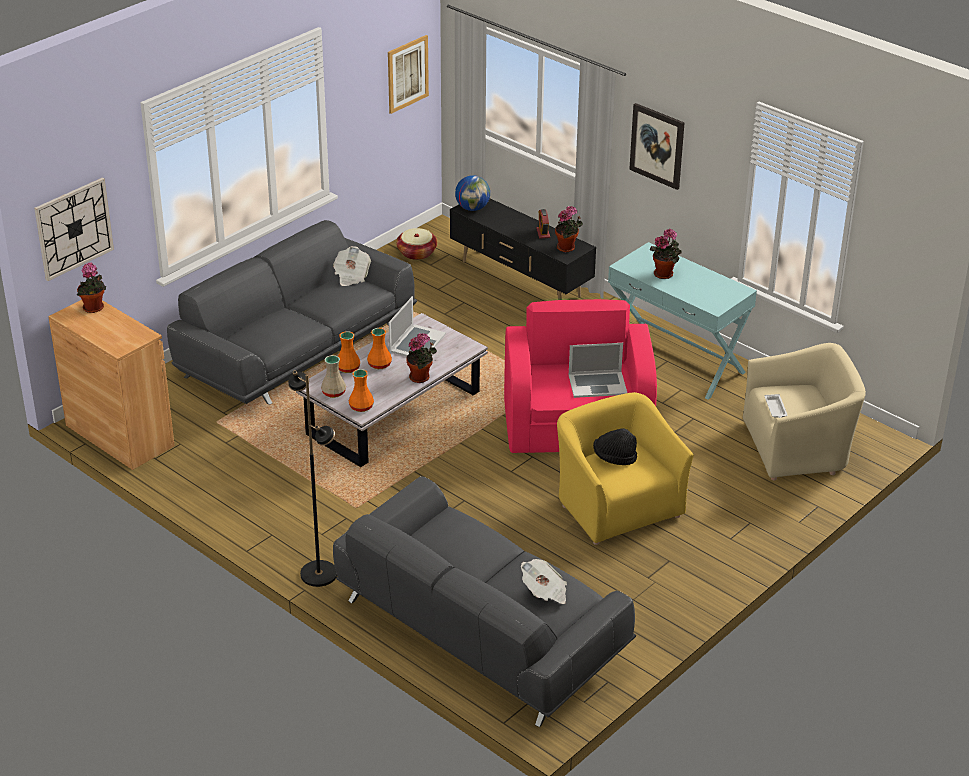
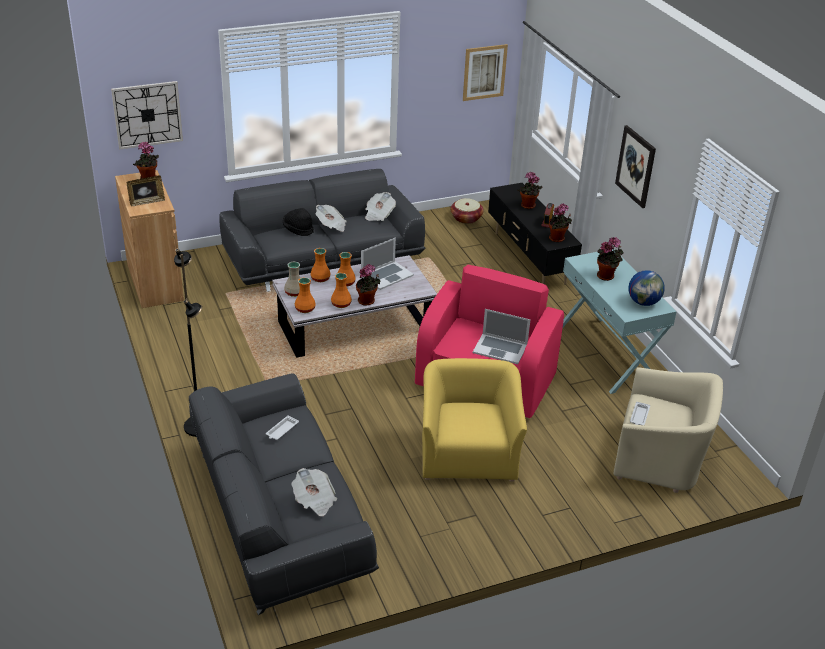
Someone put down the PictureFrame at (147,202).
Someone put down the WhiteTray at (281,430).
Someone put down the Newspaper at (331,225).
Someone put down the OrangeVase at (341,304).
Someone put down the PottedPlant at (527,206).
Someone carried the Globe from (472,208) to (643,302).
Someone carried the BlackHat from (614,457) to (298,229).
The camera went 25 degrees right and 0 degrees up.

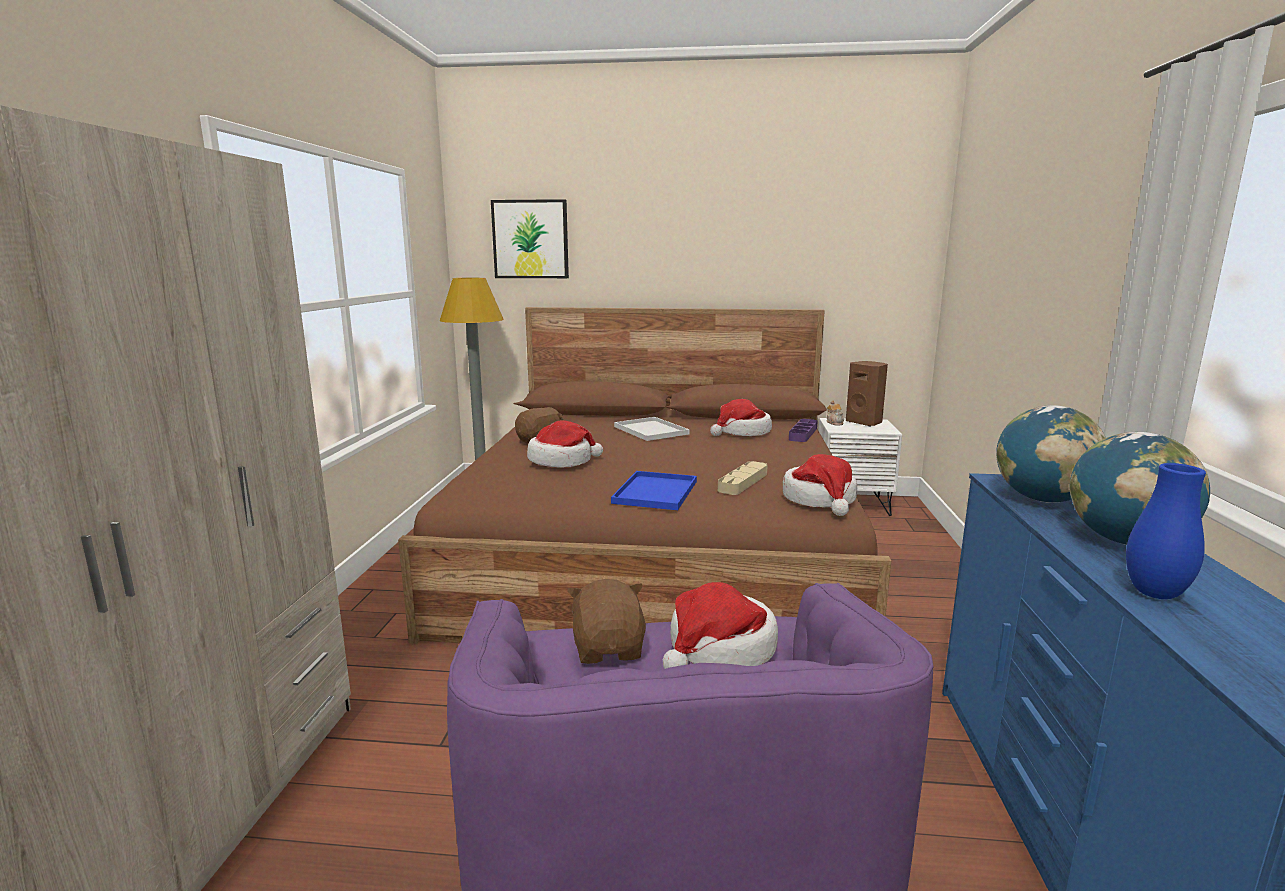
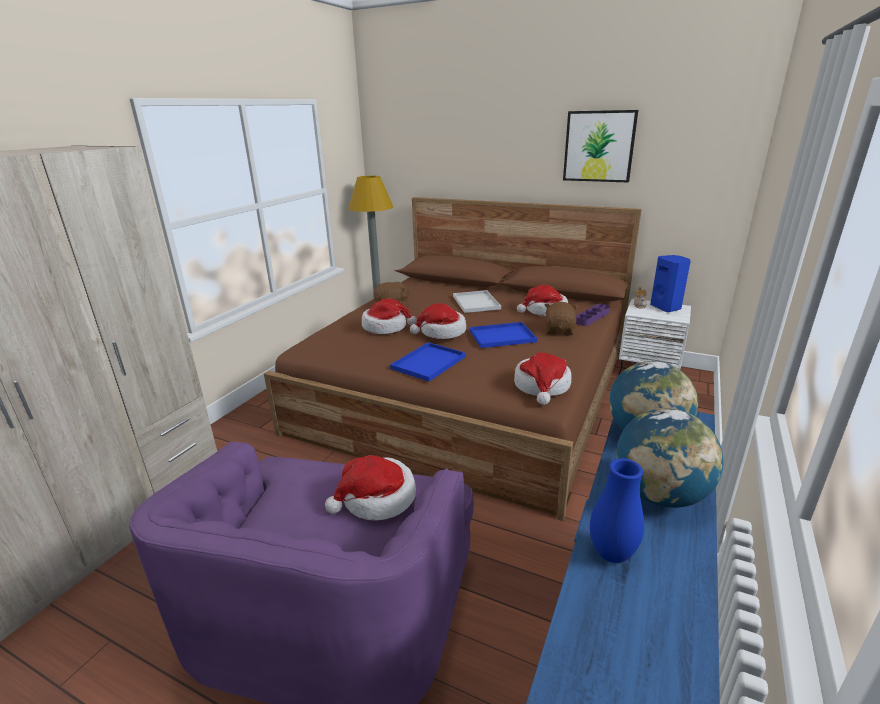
Someone took away the BeigeTray at (743,482).
Someone put down the Hat at (441,332).
Someone put down the BlueTray at (501,336).
Someone carried the Picture from (530,239) to (599,146).
Someone carried the BrownPlushToy from (609,648) to (559,331).
Someone repainted the BrownSpeaker at (864,422), which became the BlueSpeaker at (666,307).
The camera went 20 degrees right and 10 degrees up.

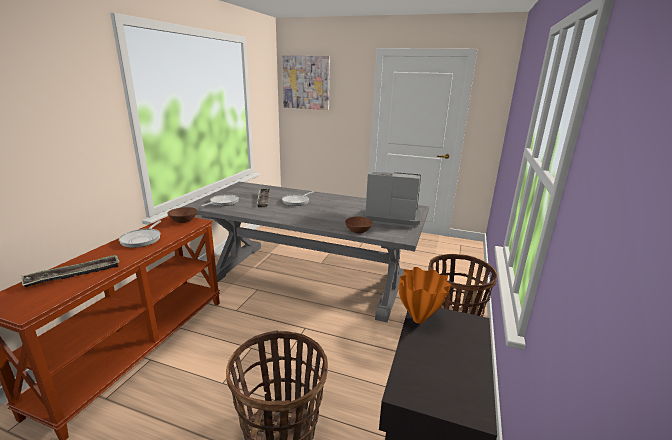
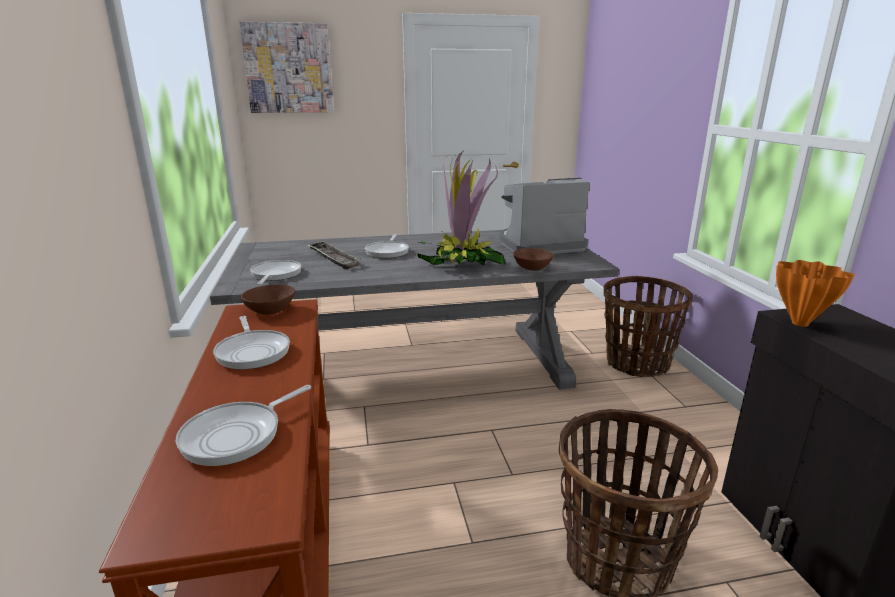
Someone put down the PottedPlant at (461,263).
Someone swapped the Tray at (74,274) for the FryingPan at (237,435).
The camera went 30 degrees left and 0 degrees up.

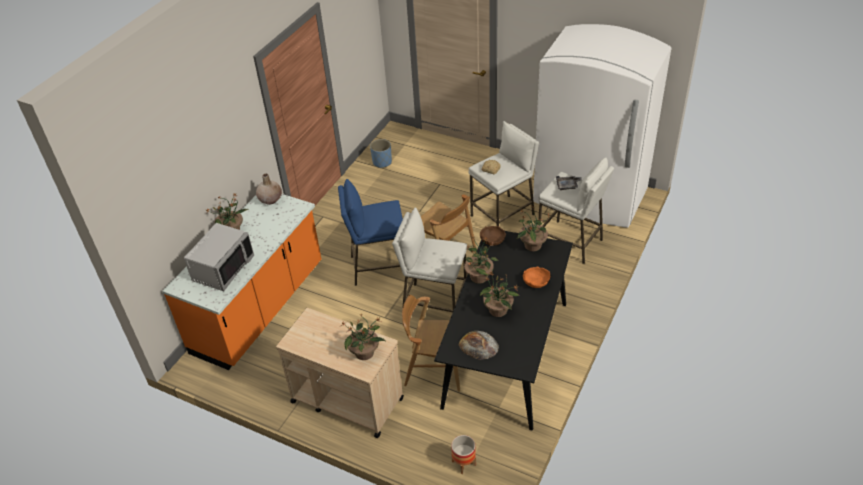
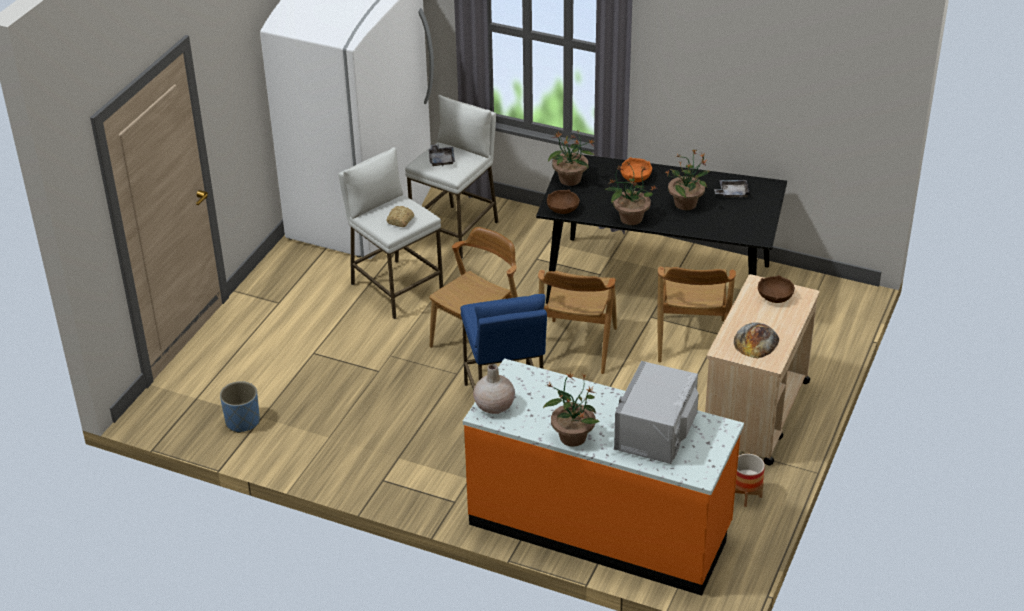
Someone put down the GreyTray at (732,193).
Someone carried the Planter from (463,463) to (746,495).
Someone carried the Bread from (478,345) to (756,341).
Someone swapped the PottedPlant at (365,353) for the BrownBowl at (775,297).
Someone swapped the WhiteStool at (434,303) for the BrownChair at (577,347).
Someone rotated the GreyMicrowave at (223,268) by 90 degrees counterclockwise.
The camera went 95 degrees left and 5 degrees down.

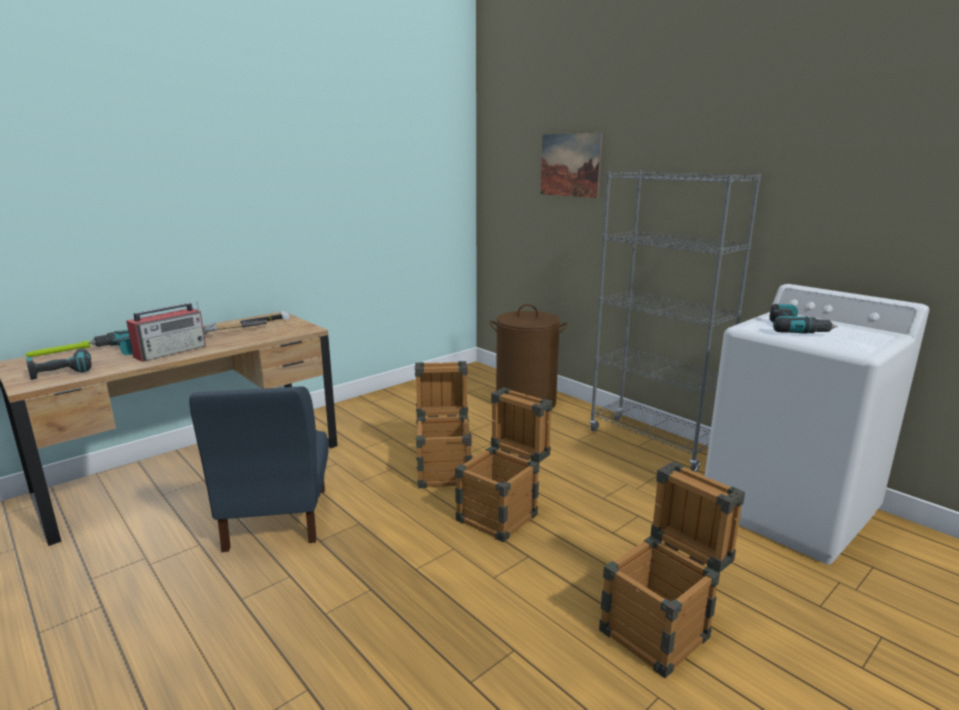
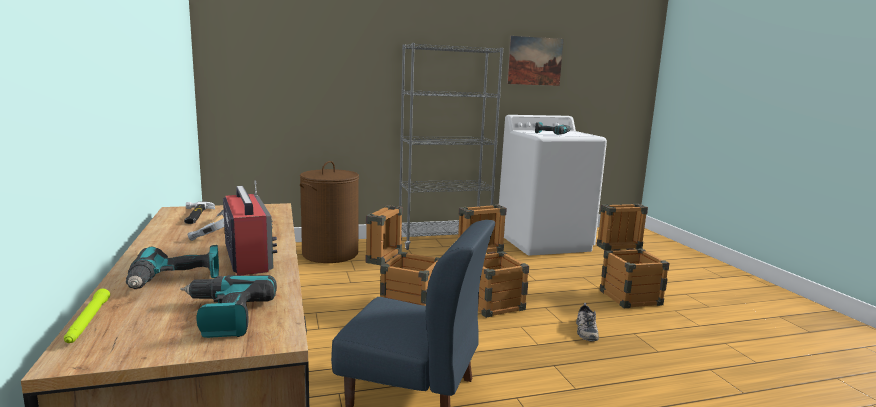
Someone put down the Shoe at (585,330).
Someone carried the Picture from (570,165) to (535,61).
The camera went 65 degrees left and 5 degrees down.

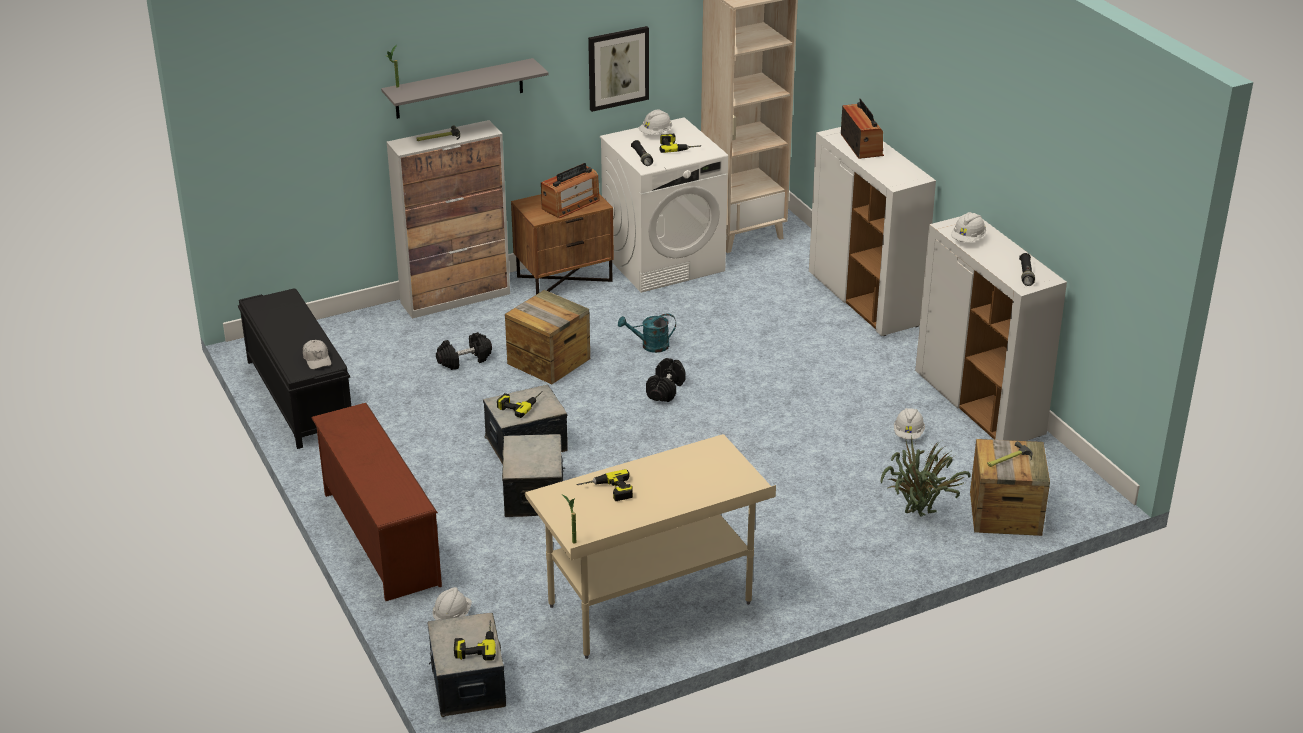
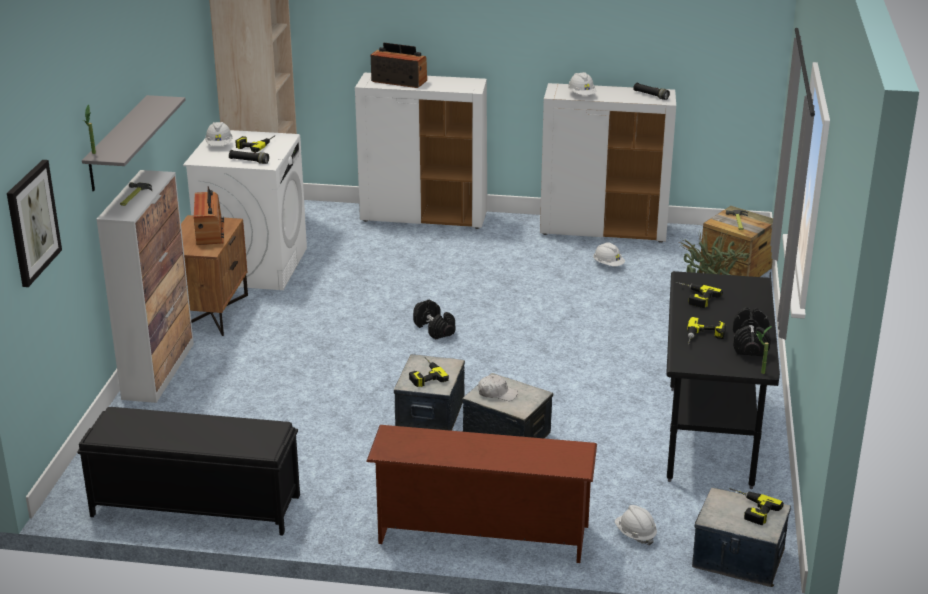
Someone took away the Crate at (548,361).
Someone took away the TurquoiseWateringCan at (650,346).
Someone put down the PowerDrill at (693,297).
Someone carried the WhiteCap from (317,359) to (497,393).
Someone carried the BlackDumbbell from (464,360) to (750,344).
Someone carried the Picture from (618,68) to (32,222).
Someone repainted the BeigeDesk at (650,605), which became the BlackDesk at (710,436).
The camera went 55 degrees left and 5 degrees down.

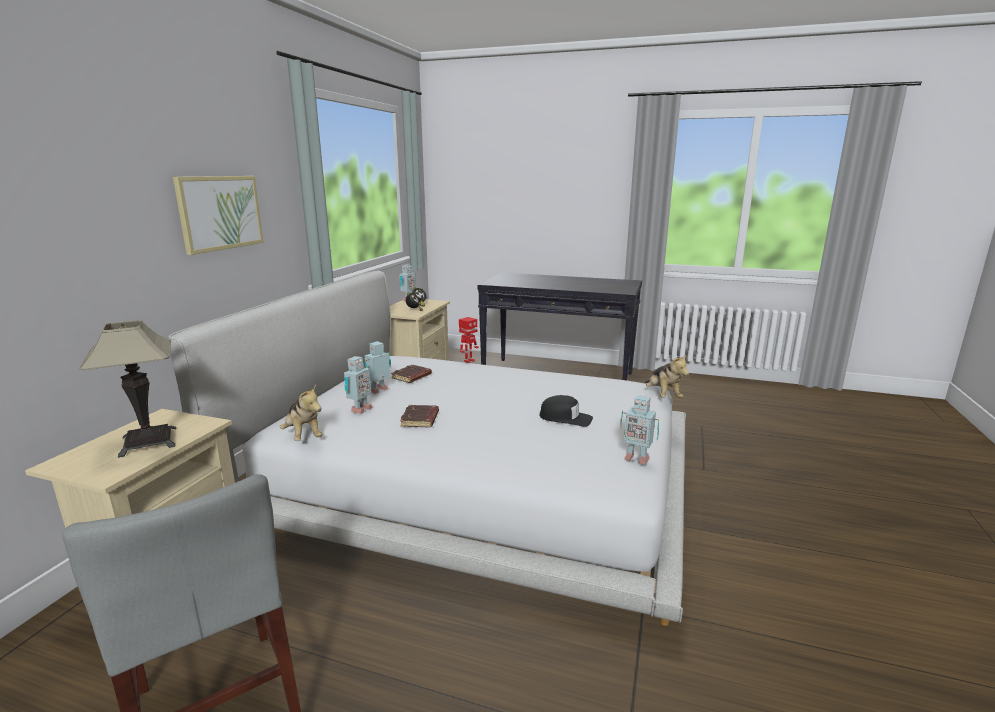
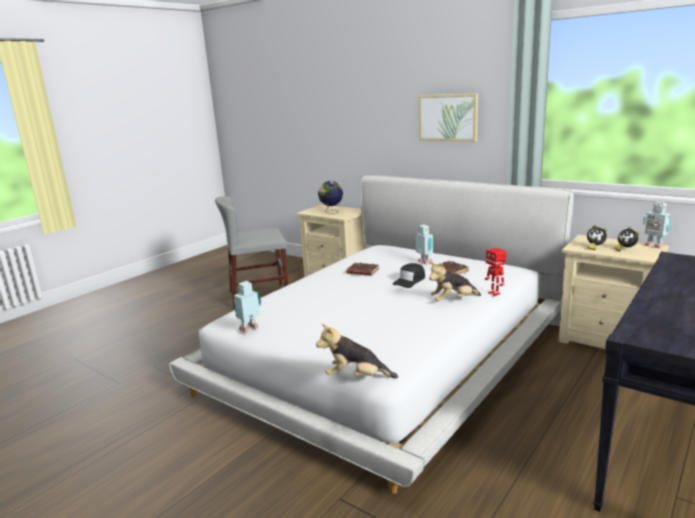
Someone took away the ToyRobot at (359,410).
Someone carried the PlushToy from (303,436) to (453,301).
Someone carried the BlackCap from (565,418) to (410,280).
Someone swapped the TableLamp at (149,441) for the Globe at (331,212).
The camera went 110 degrees right and 0 degrees up.

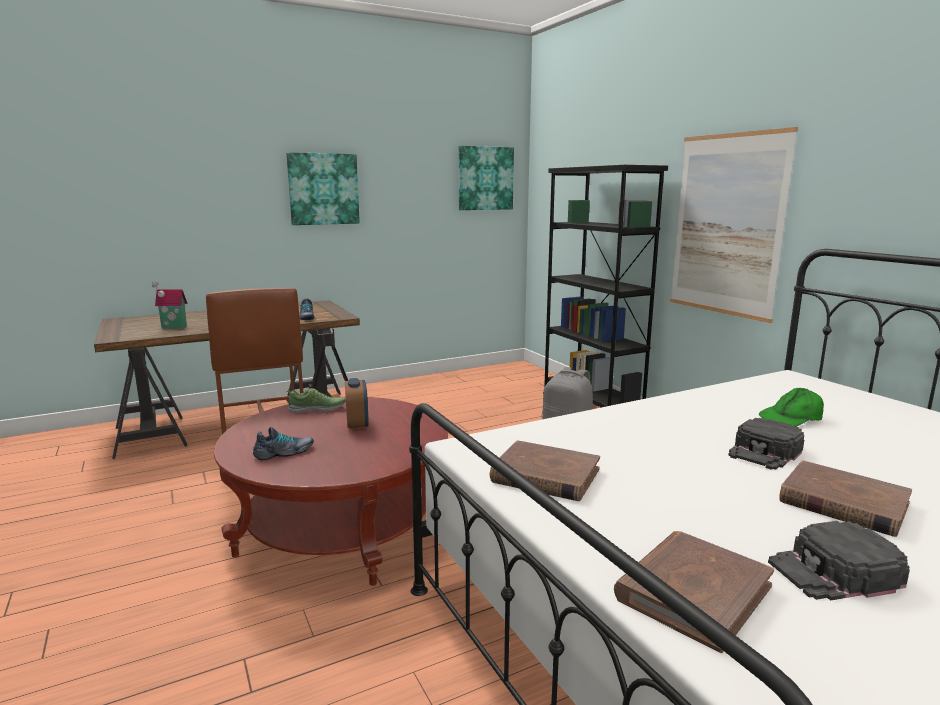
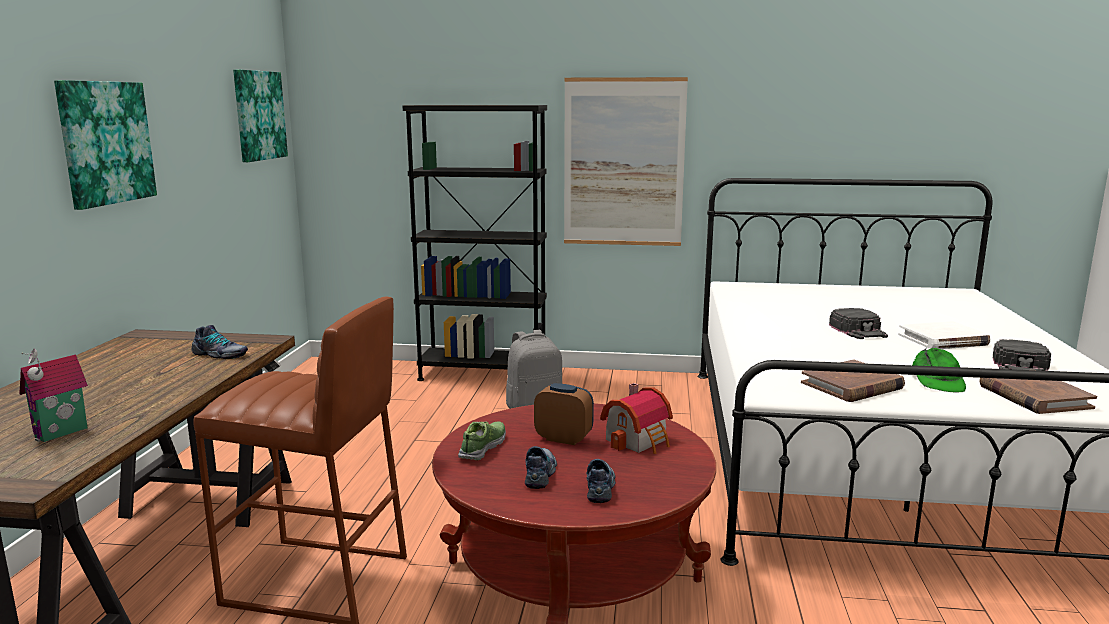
Someone put down the Shoe at (540,473).
Someone put down the ToyHouse at (639,440).
Someone carried the GreenCap from (791,418) to (937,380).
Someone repainted the BrownBook at (843,503), which became the WhiteBook at (943,340).
The camera went 55 degrees left and 0 degrees up.

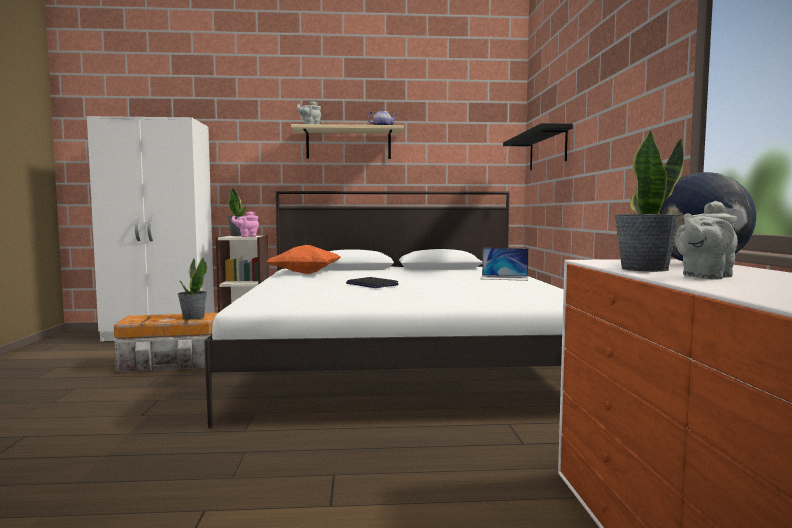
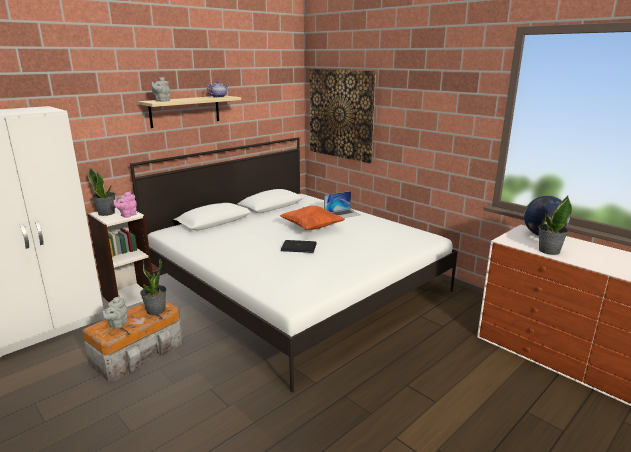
Someone carried the OrangePillow from (305,273) to (311,228).
Someone carried the GreyTeapot from (704,277) to (117,324).
Someone swapped the BlackShelf at (547,150) for the Picture at (341,114).
The camera went 40 degrees left and 15 degrees up.

